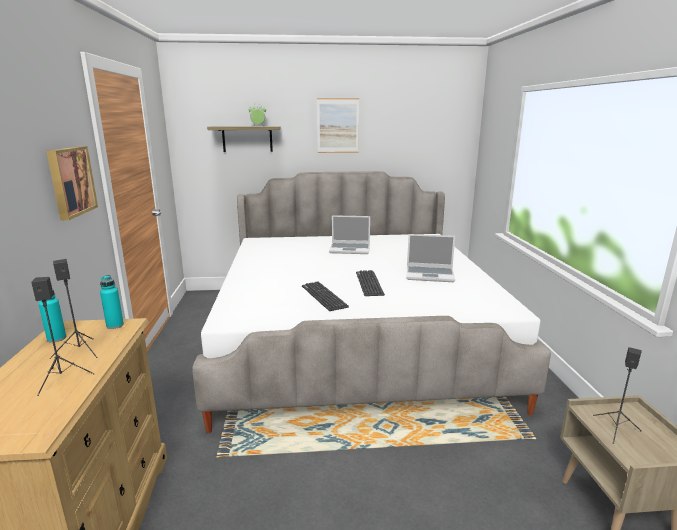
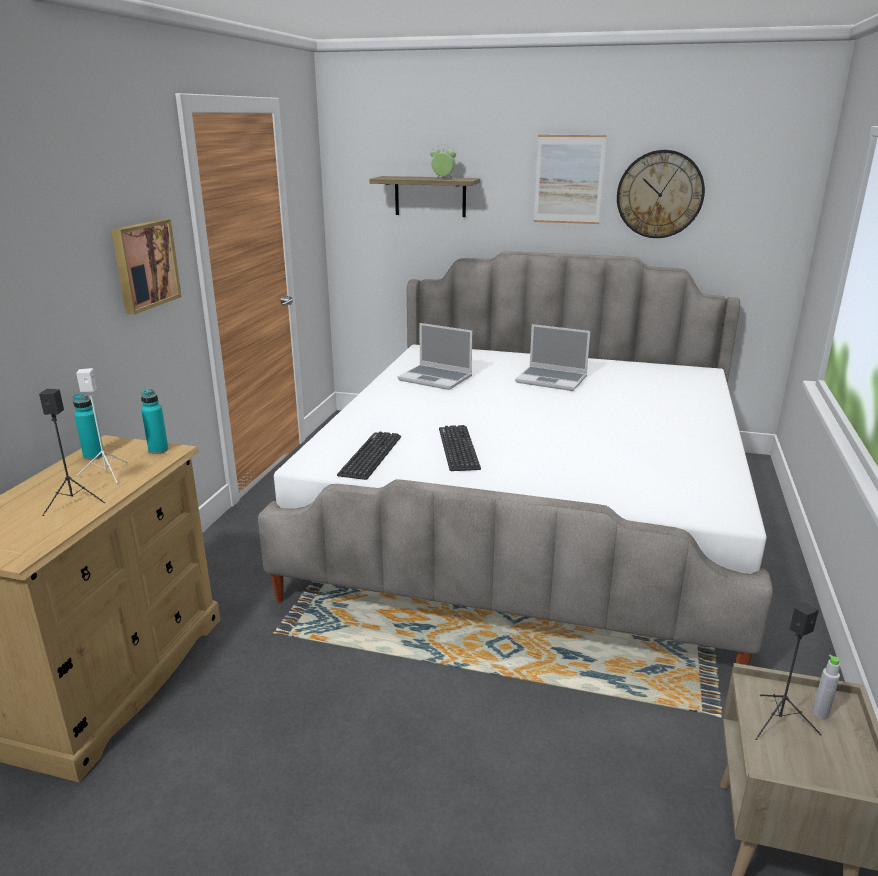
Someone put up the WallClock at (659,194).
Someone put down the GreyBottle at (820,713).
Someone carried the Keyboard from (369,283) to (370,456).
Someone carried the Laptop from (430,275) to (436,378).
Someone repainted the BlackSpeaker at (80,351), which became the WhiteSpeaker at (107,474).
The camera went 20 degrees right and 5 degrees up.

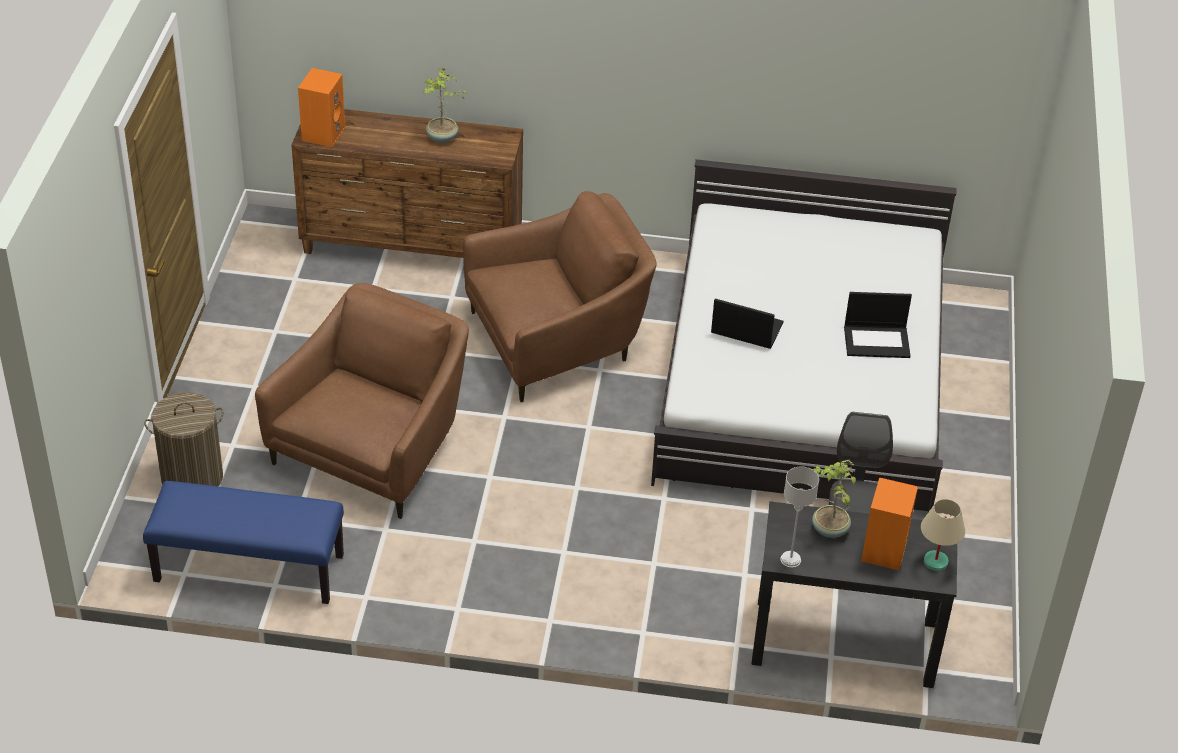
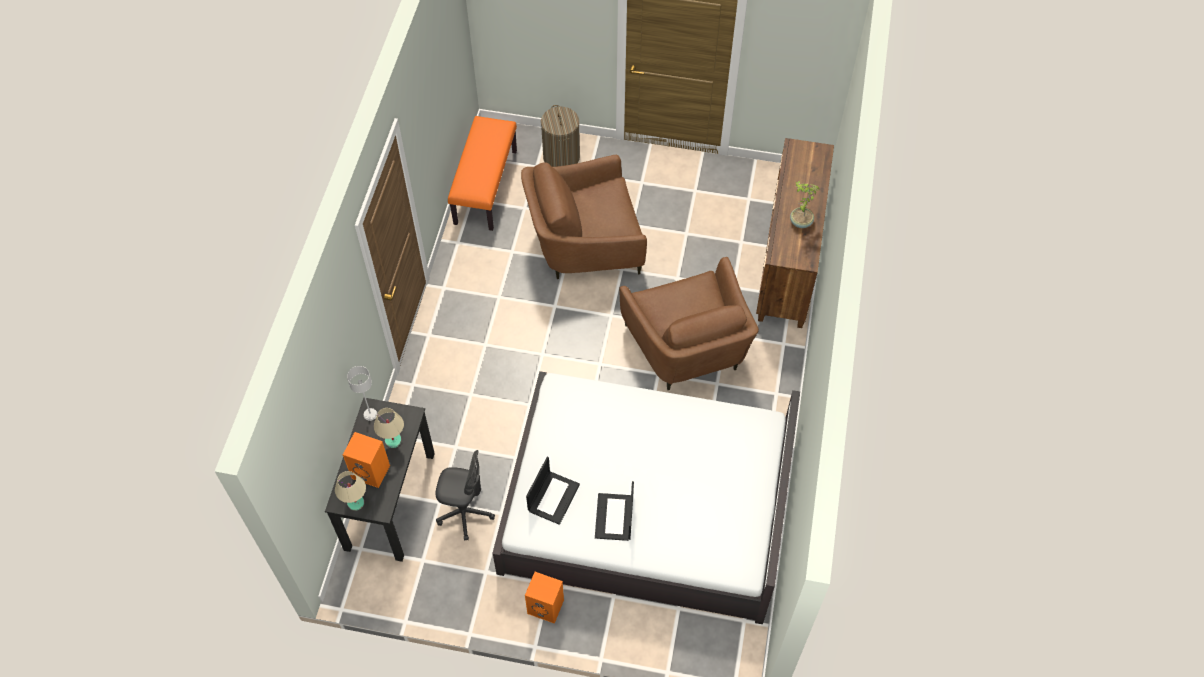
Someone carried the OrangeSpeaker from (323,133) to (546,606).
Someone carried the Laptop from (745,328) to (553,497).
Someone swapped the PottedPlant at (829,530) for the BeigeTableLamp at (393,440).
Someone repainted the BlueBench at (248,569), which became the OrangeBench at (485,186).
Someone rotated the BrownArmchair at (374,447) by 135 degrees clockwise.
The camera went 95 degrees right and 15 degrees up.

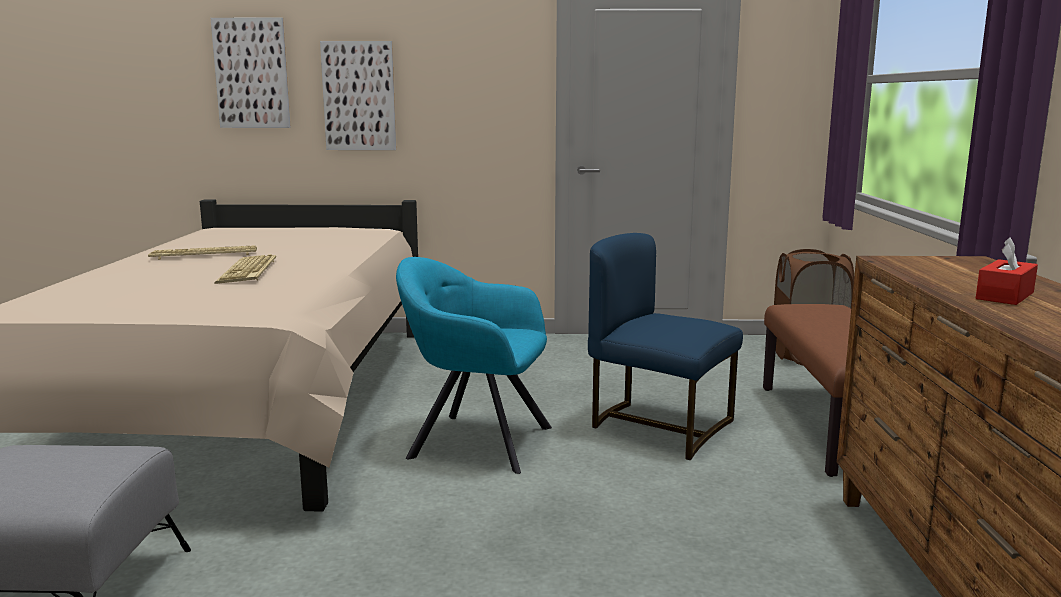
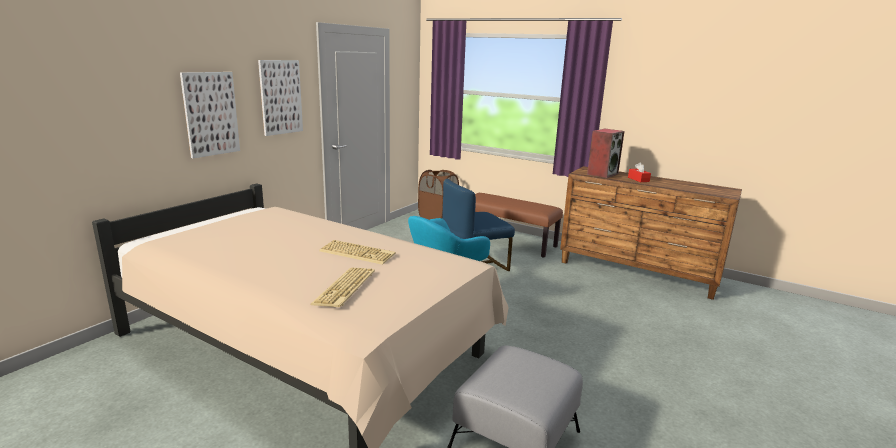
Someone put down the Speaker at (602,174).
Someone carried the Keyboard from (203,254) to (346,288).
Someone carried the Picture from (251,73) to (280,97).
The camera went 60 degrees left and 5 degrees up.

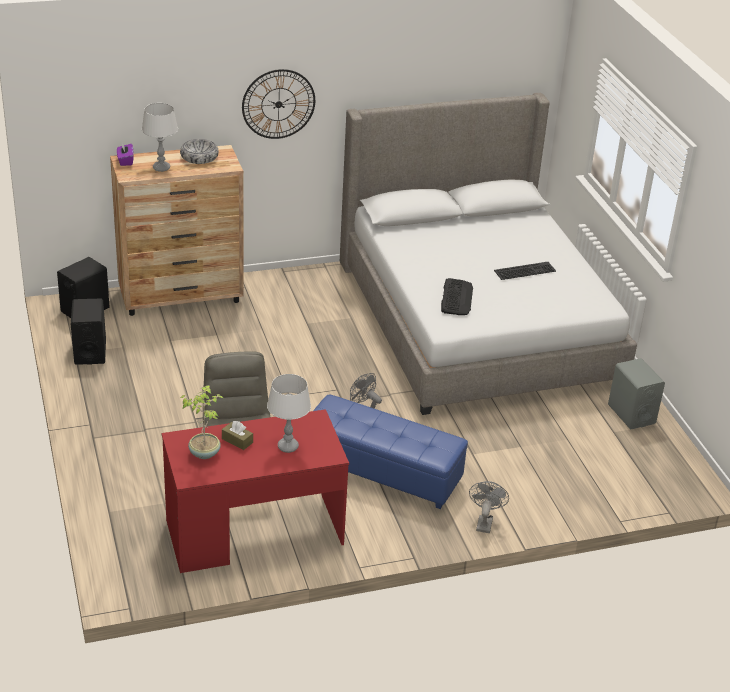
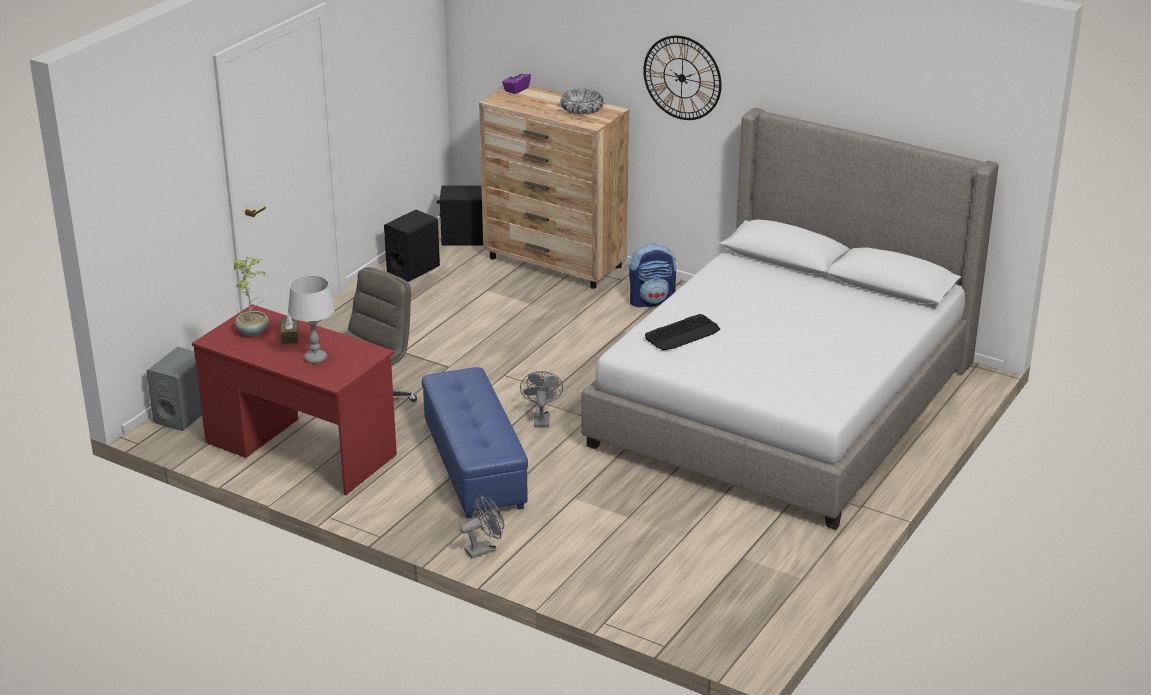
Someone took away the GreyTableLamp at (161,168).
Someone took away the Keyboard at (525,270).
Someone put down the Backpack at (652,301).
Someone carried the GreySpeaker from (631,414) to (183,415).
The camera went 50 degrees right and 5 degrees down.

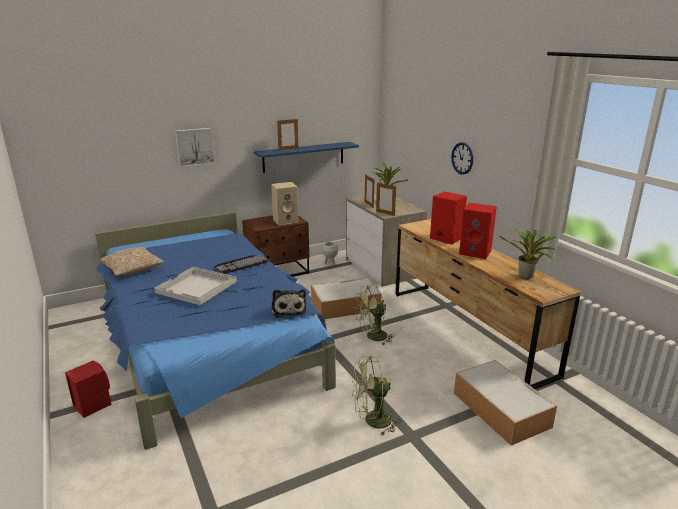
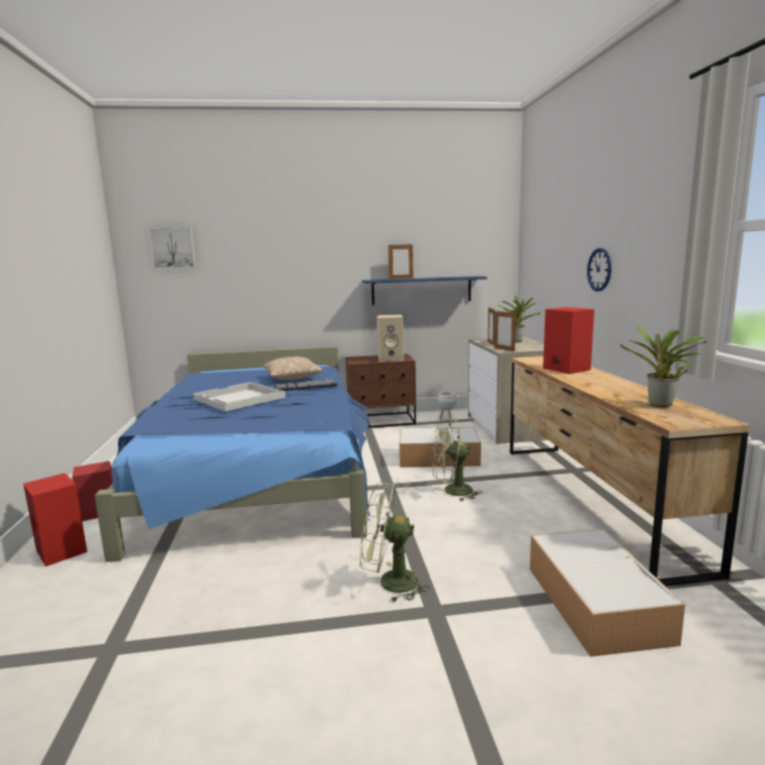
Someone took away the PlushToy at (288,309).
Someone carried the Pillow from (133,270) to (292,378).
Someone carried the Picture from (195,146) to (173,248).
Someone carried the RedSpeaker from (476,252) to (63,551).
The camera went 20 degrees right and 10 degrees down.

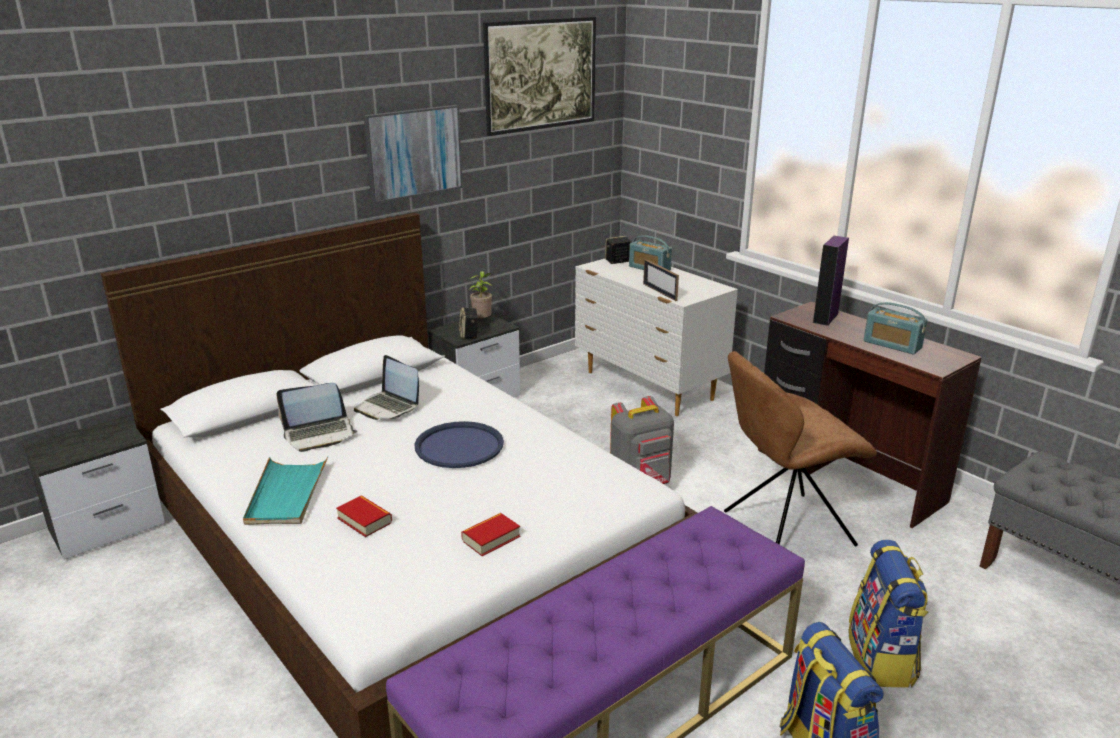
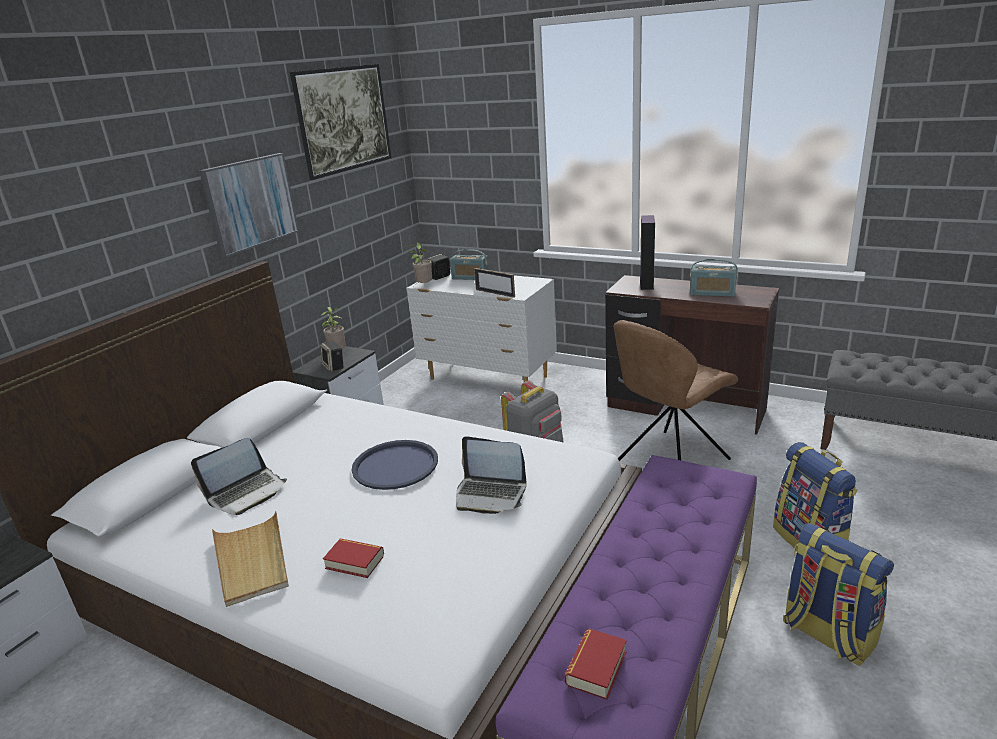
Someone put down the PottedPlant at (423,286).
Someone carried the Laptop from (388,407) to (490,494).
Someone carried the Book from (491,538) to (596,668).
Someone repainted the TurquoiseTray at (286,494), which became the BeigeTray at (252,561).
The camera went 20 degrees left and 0 degrees up.

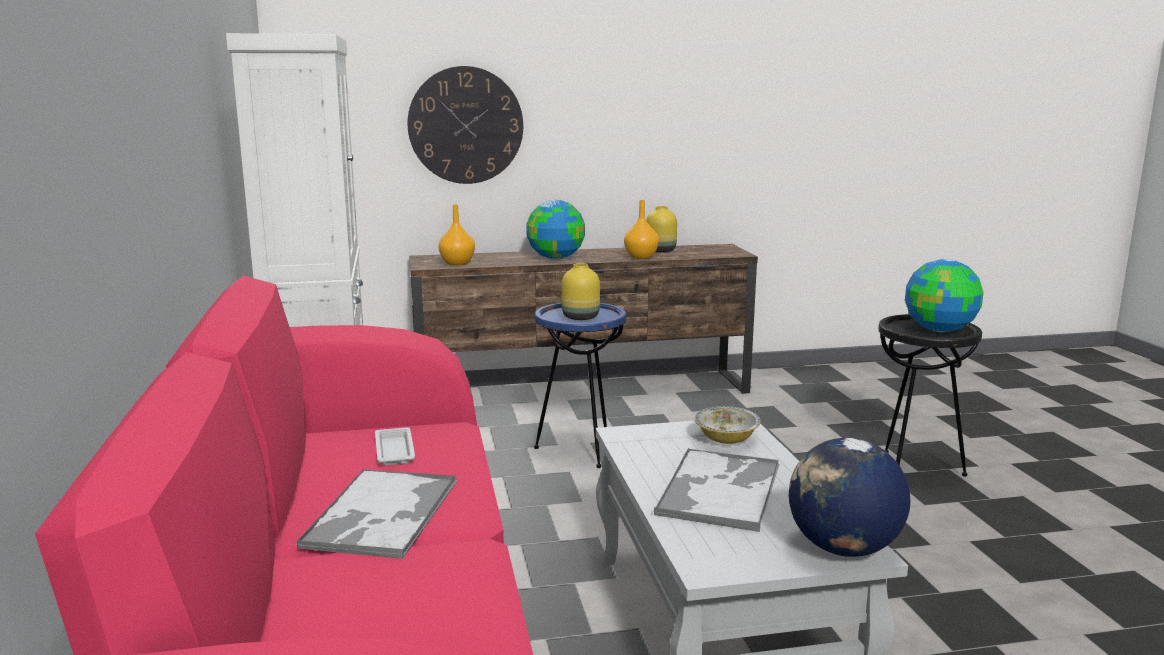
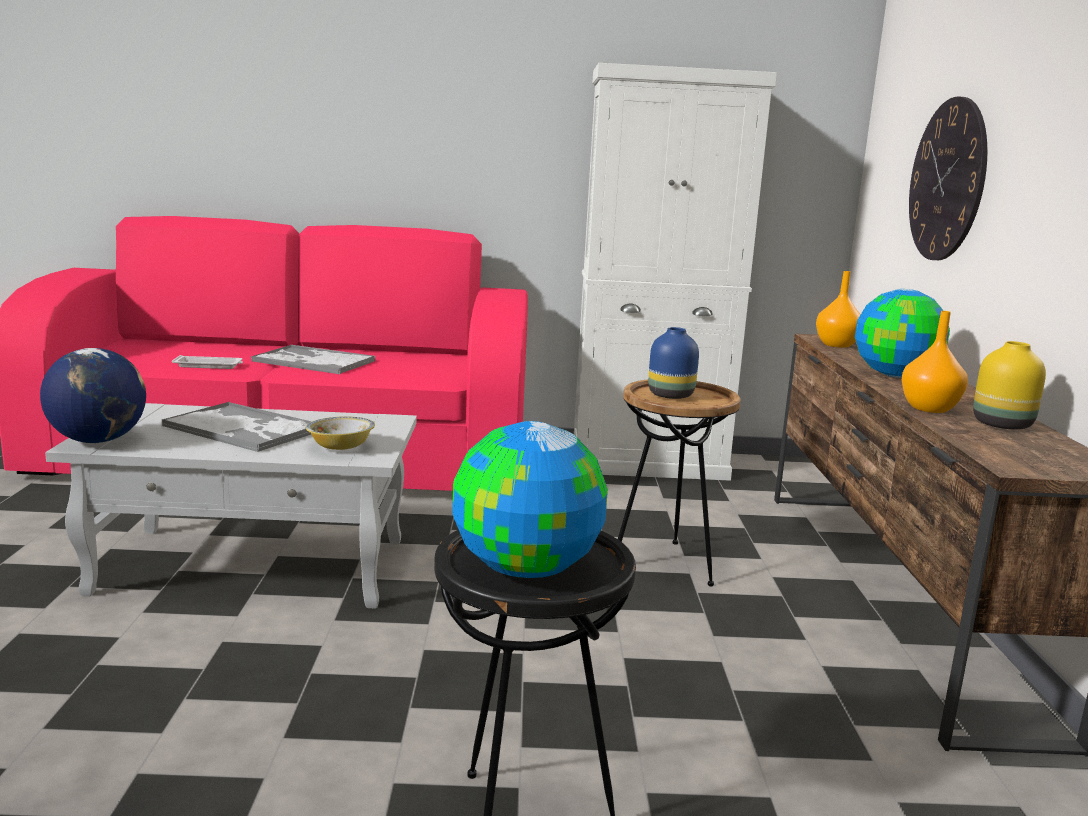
Someone carried the WhiteTray from (394,450) to (209,366).
Someone repainted the BlueSideTable at (580,450), which became the BrownSideTable at (666,564).
Someone repainted the YellowVase at (580,318), which became the BlueVase at (669,395).
The camera went 100 degrees right and 0 degrees up.

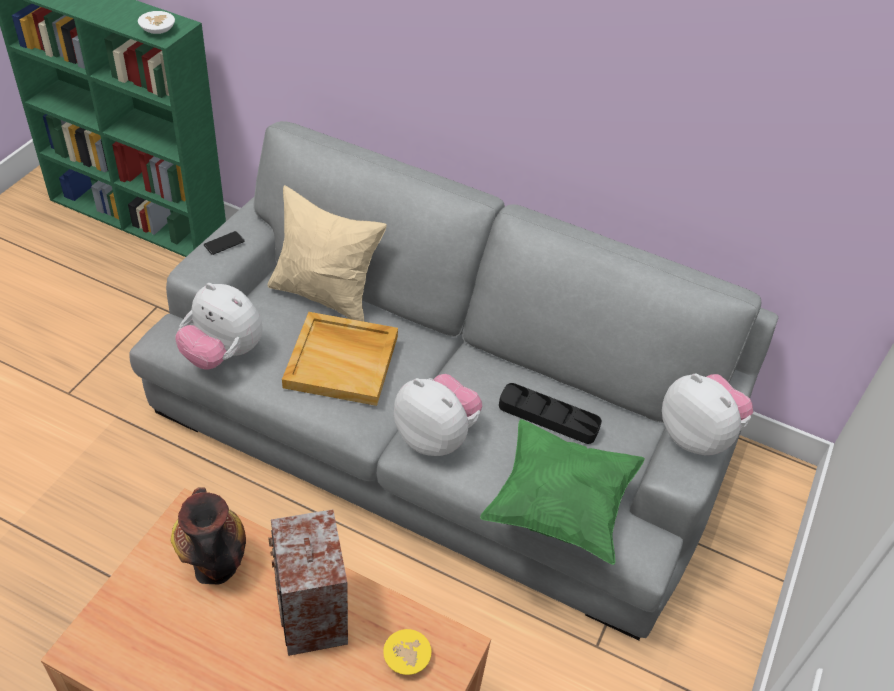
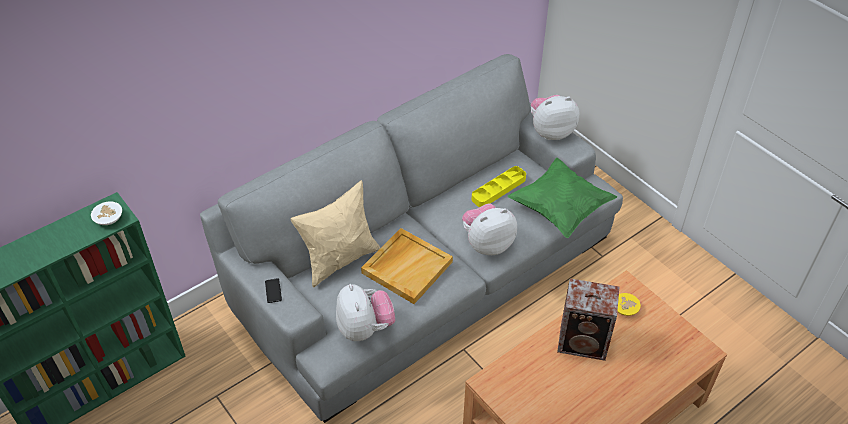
Someone took away the Vase at (213,564).
Someone repainted the BlackTray at (548,417), which became the YellowTray at (498,189).
Someone rotated the PlushToy at (223,354) by 75 degrees counterclockwise.
The camera went 60 degrees left and 0 degrees up.

